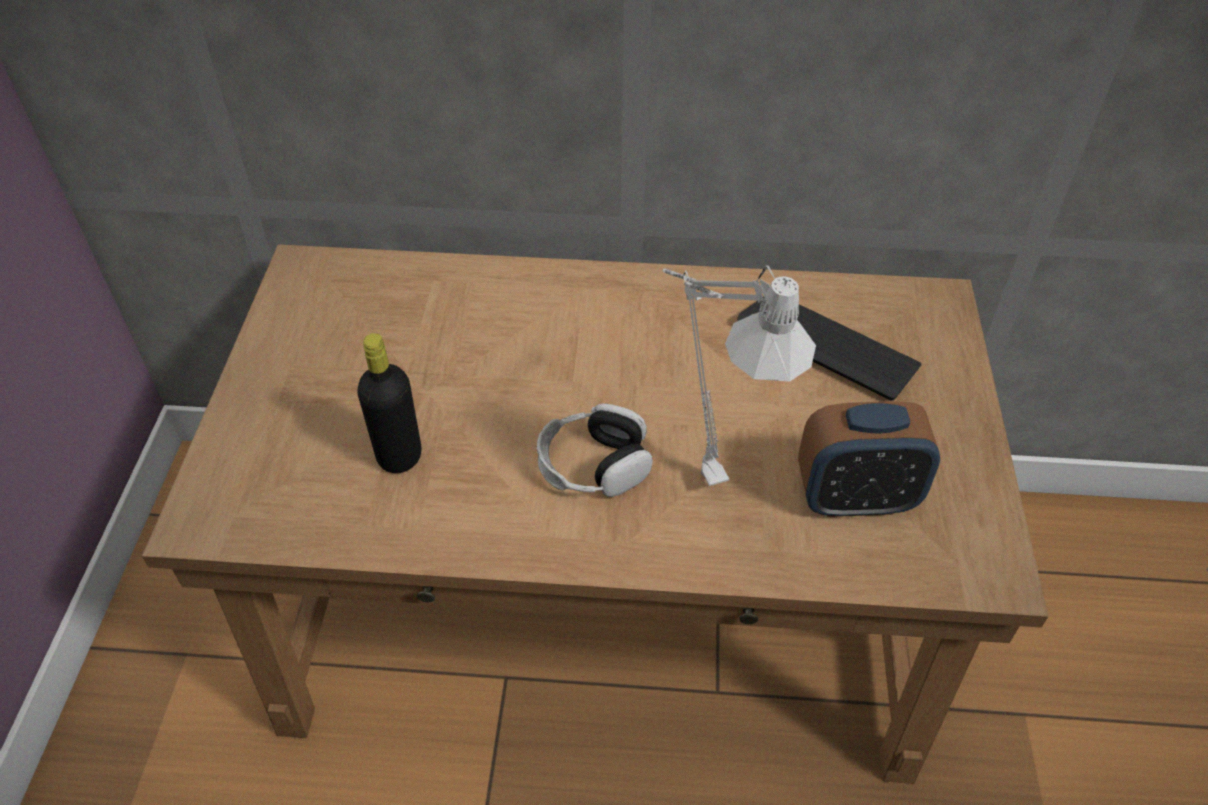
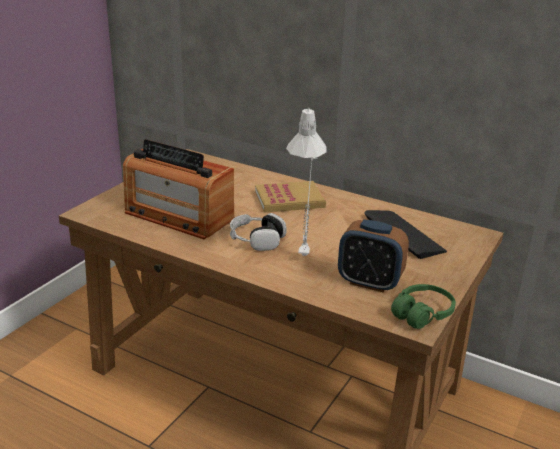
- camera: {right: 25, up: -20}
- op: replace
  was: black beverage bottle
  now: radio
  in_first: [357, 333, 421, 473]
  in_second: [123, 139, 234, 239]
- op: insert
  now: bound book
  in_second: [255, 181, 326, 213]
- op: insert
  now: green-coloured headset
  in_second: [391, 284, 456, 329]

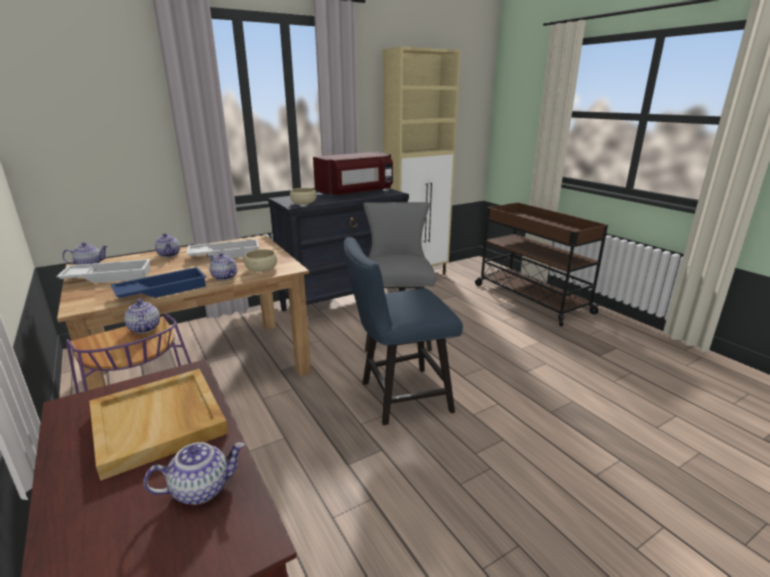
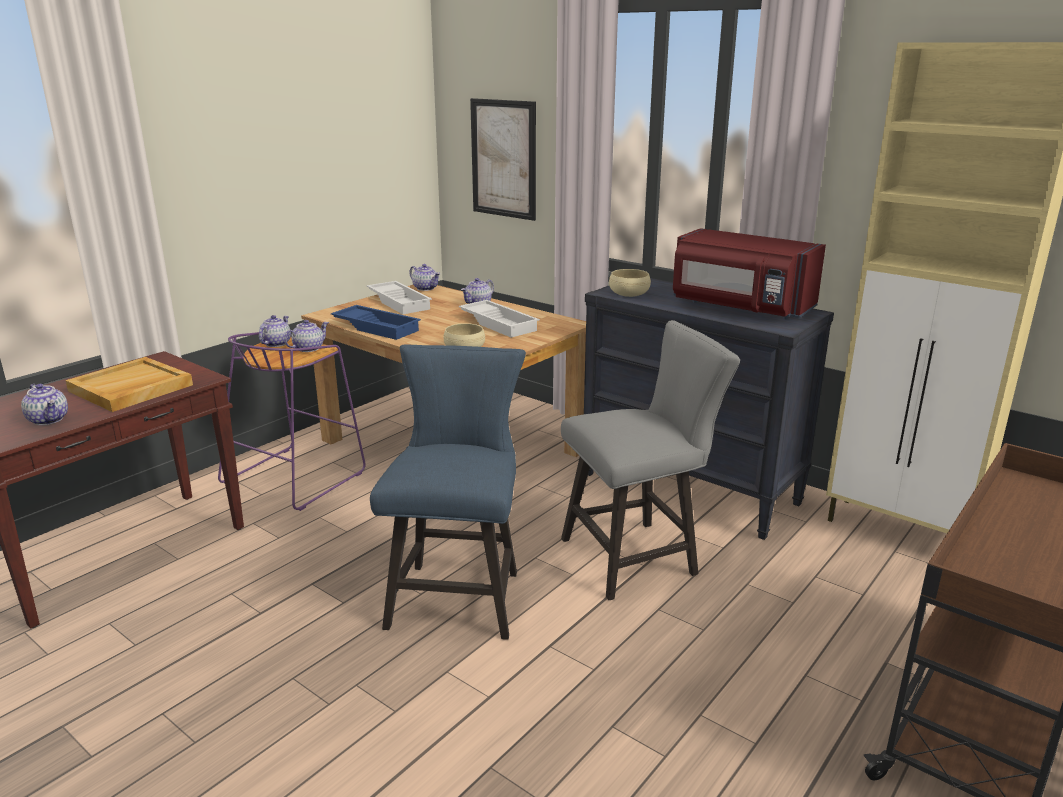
- camera: {right: 70, up: 0}
- op: rotate
  was: blue upright chair
  in_first: [344, 237, 463, 425]
  in_second: [370, 345, 526, 640]
  clockwise: 45
- op: move
  was: tea pot
  in_first: [209, 253, 237, 280]
  in_second: [259, 315, 291, 347]
- op: insert
  now: picture
  in_second: [470, 98, 536, 221]

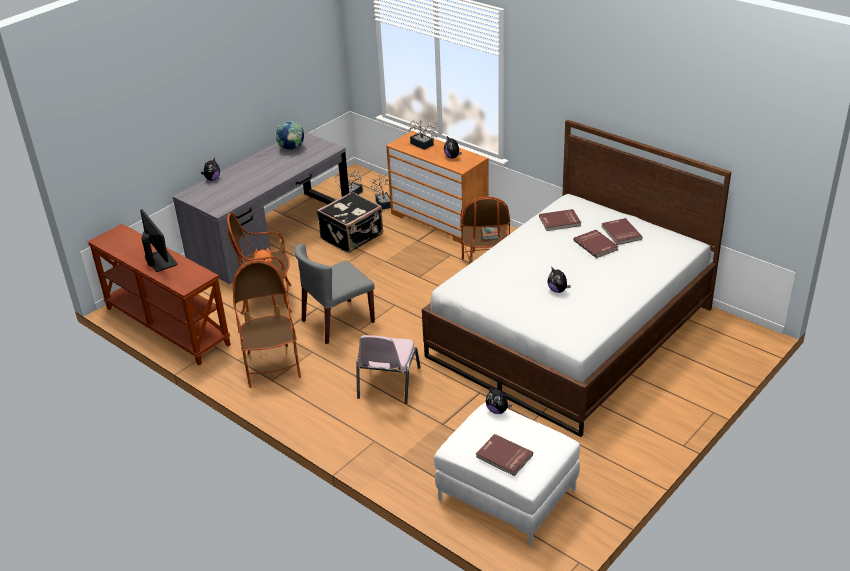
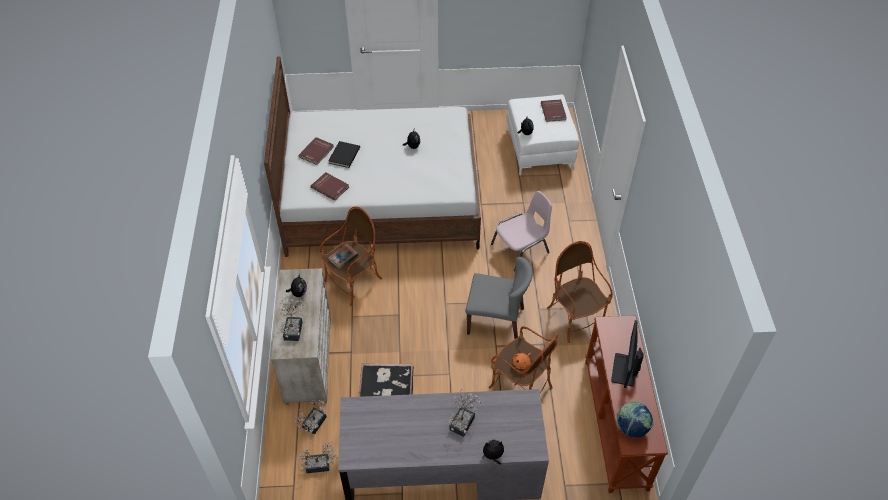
- camera: {right: -135, up: 15}
- op: move
  was: globe
  in_first: [276, 121, 304, 150]
  in_second: [617, 402, 654, 438]
- op: recolor
  was: orange-coloured chest of drawers
  now: beige chest of drawers
  in_first: [386, 131, 489, 244]
  in_second: [271, 268, 331, 405]
- op: recolor
  was: red bound book
  now: black bound book
  in_first: [574, 230, 618, 258]
  in_second: [328, 141, 360, 168]
- op: rotate
  was: armchair
  in_first: [233, 260, 301, 388]
  in_second: [547, 241, 613, 343]
  clockwise: 120
- op: insert
  now: potted plant
  in_second: [449, 389, 481, 437]

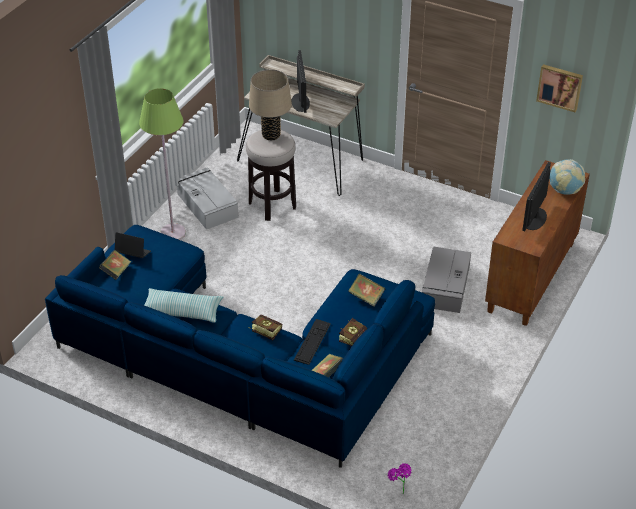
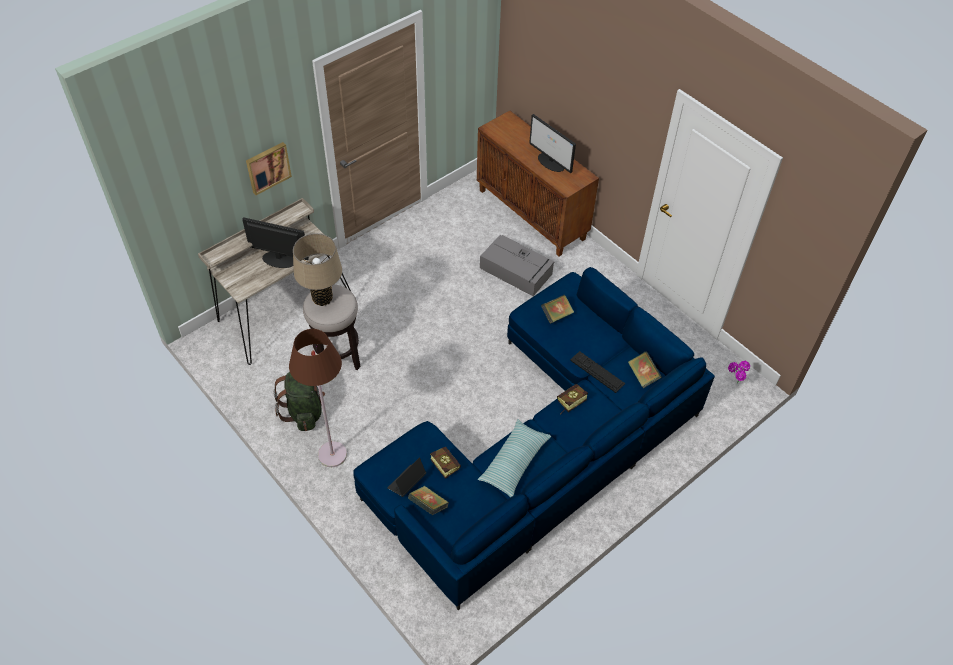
- camera: {right: -70, up: 10}
- op: move
  was: picture
  in_first: [536, 64, 583, 112]
  in_second: [246, 142, 292, 195]
- op: recolor
  was: green-coloured floor lamp
  now: brown-coloured floor lamp
  in_first: [139, 88, 186, 240]
  in_second: [289, 329, 347, 467]
- op: delete
  was: globe
  in_first: [549, 159, 585, 195]
- op: replace
  was: grey storage box
  now: green-coloured backpack
  in_first: [177, 167, 239, 230]
  in_second: [274, 372, 325, 431]
- op: move
  was: bound book
  in_first: [339, 318, 367, 346]
  in_second: [430, 447, 461, 479]

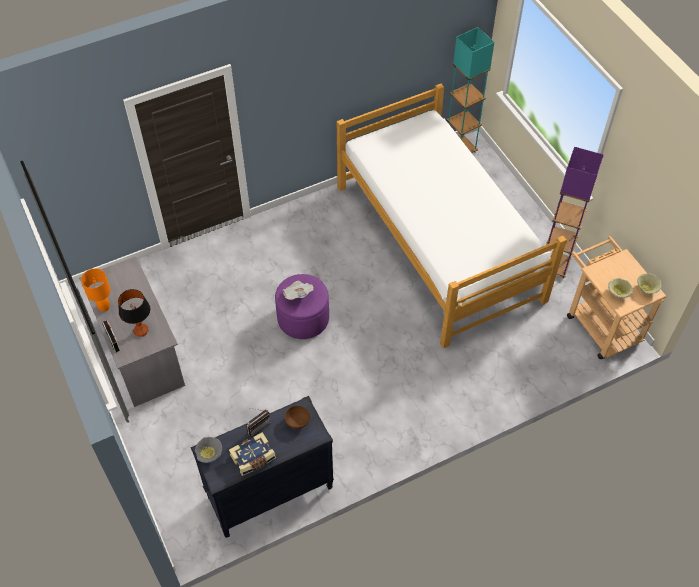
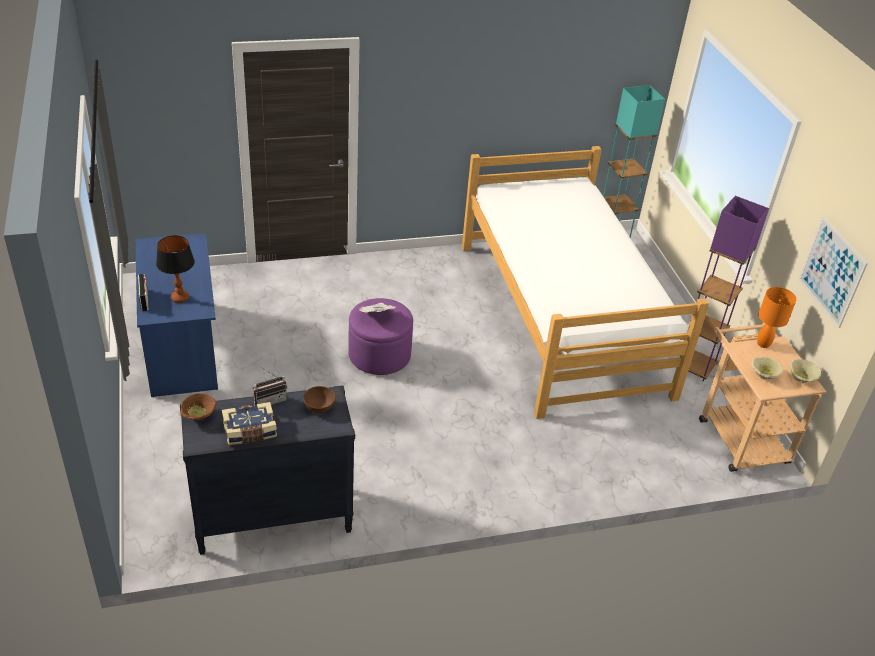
- camera: {right: 10, up: -15}
- op: recolor
  was: grey desk unit
  now: blue desk unit
  in_first: [79, 256, 185, 407]
  in_second: [135, 233, 218, 397]
- op: move
  was: orange-coloured lamp for a table
  in_first: [81, 269, 111, 312]
  in_second: [757, 287, 796, 348]
- op: recolor
  was: grey deep dish
  now: brown-coloured deep dish
  in_first: [195, 437, 222, 463]
  in_second: [180, 393, 216, 421]
- op: insert
  now: picture
  in_second: [798, 216, 868, 328]

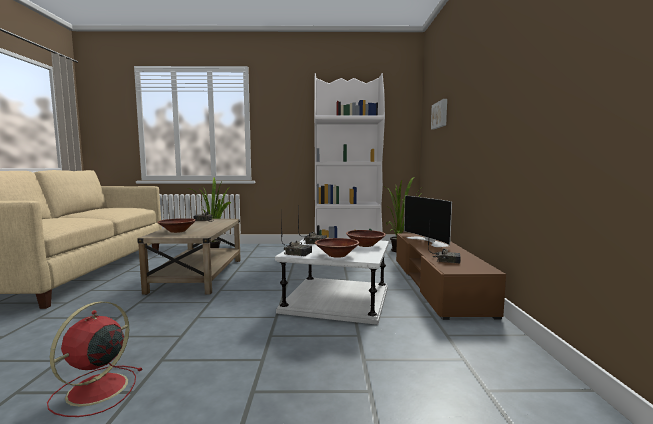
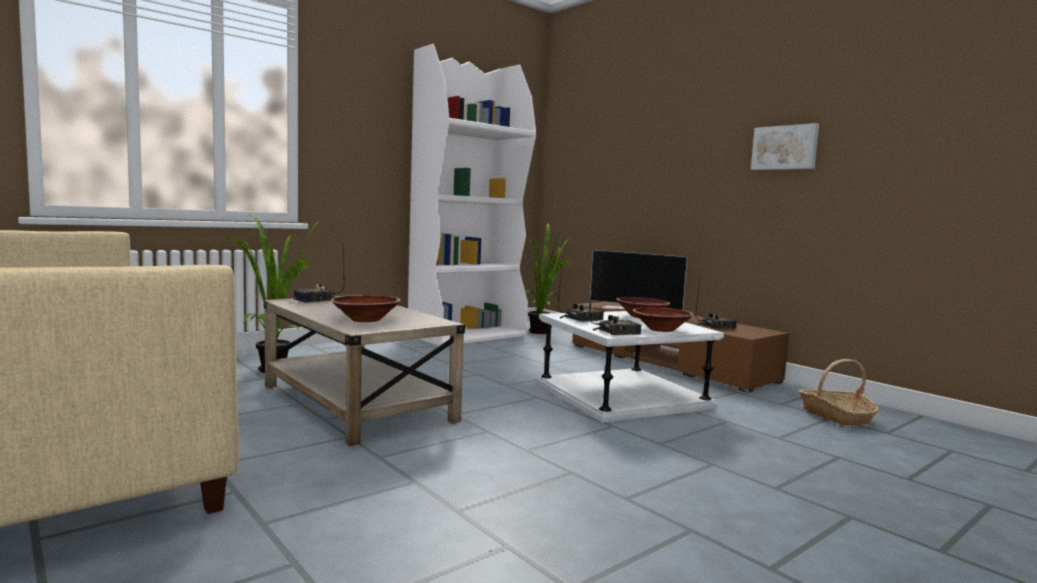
- camera: {right: -40, up: 0}
- op: move
  was: picture
  in_first: [431, 99, 447, 129]
  in_second: [751, 123, 819, 170]
- op: delete
  was: red electric fan
  in_first: [47, 301, 142, 417]
- op: insert
  now: storage basket
  in_second: [799, 359, 879, 425]

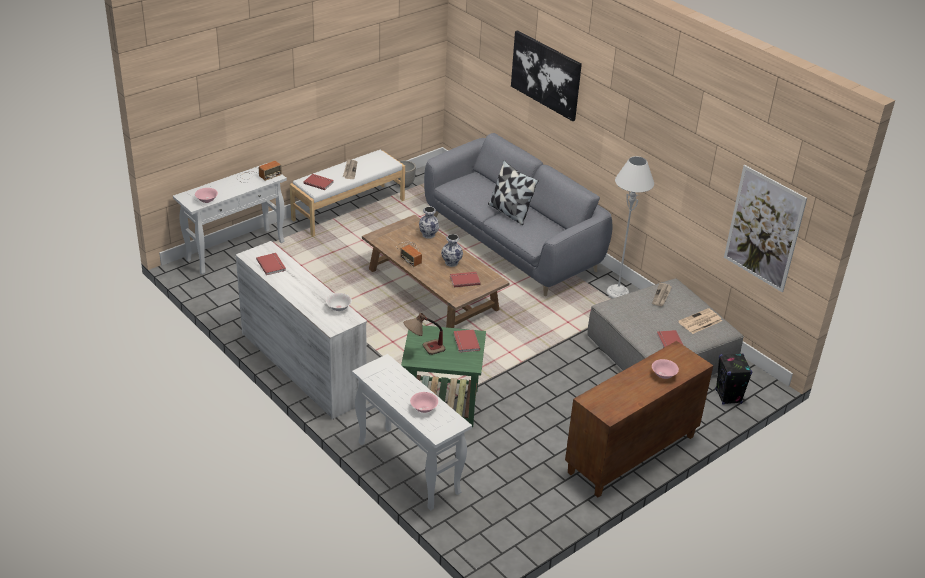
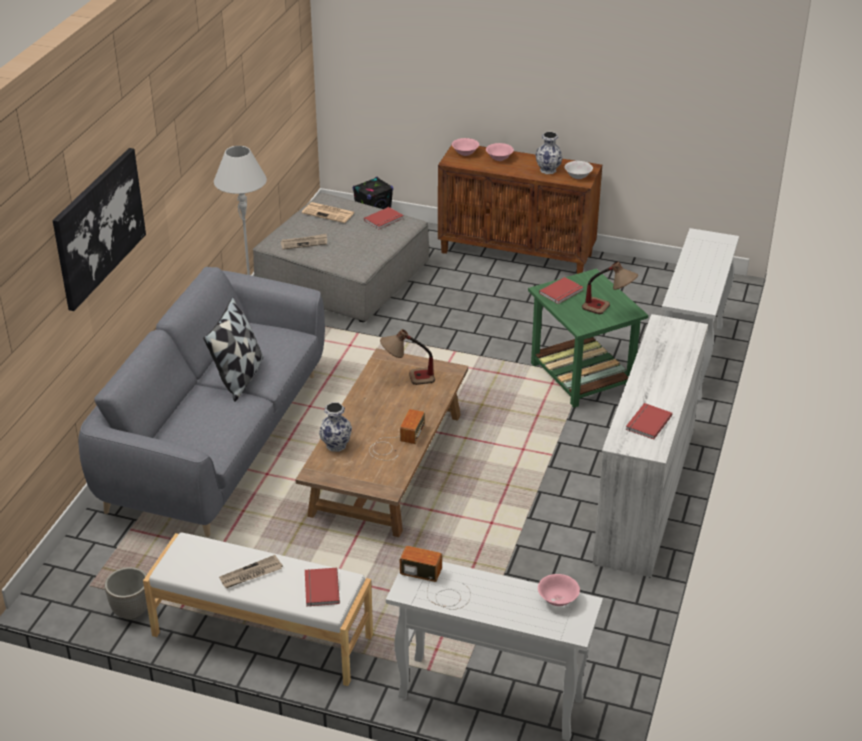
- camera: {right: -120, up: 0}
- op: delete
  was: picture
  in_first: [724, 165, 807, 292]
- op: move
  was: flower vase
  in_first: [441, 234, 463, 267]
  in_second: [535, 132, 563, 174]
- op: replace
  was: red bound book
  now: lamp for a table
  in_first: [450, 272, 481, 287]
  in_second: [380, 329, 435, 385]
- op: move
  was: white-coloured deep dish
  in_first: [326, 293, 352, 311]
  in_second: [565, 161, 593, 179]
- op: move
  was: pink deep dish
  in_first: [410, 392, 438, 413]
  in_second: [452, 138, 479, 156]

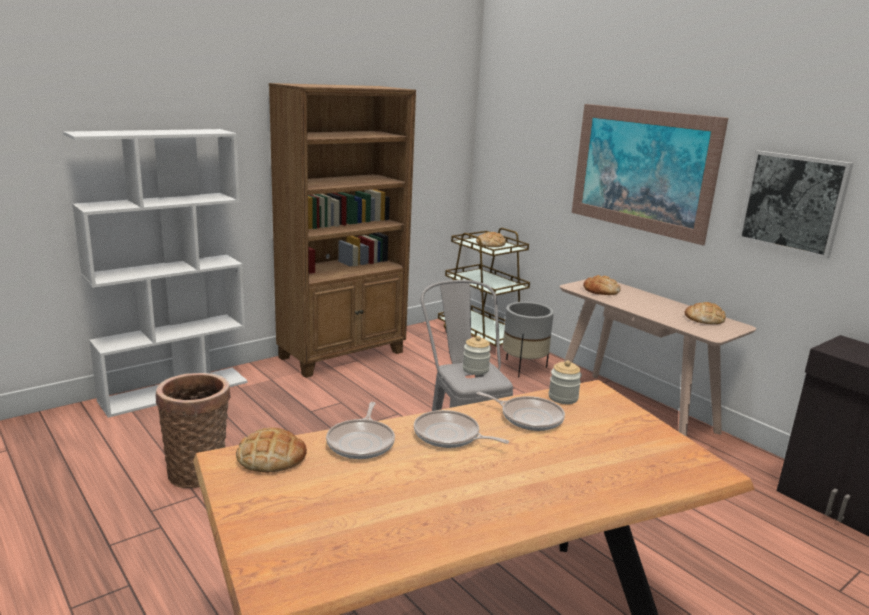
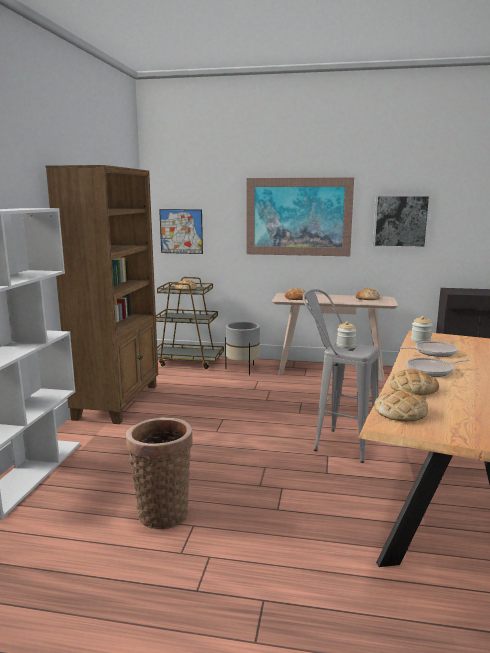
- camera: {right: -40, up: -5}
- op: replace
  was: frying pan
  now: bakery bread
  in_first: [326, 402, 395, 459]
  in_second: [389, 369, 439, 395]
- op: insert
  now: picture
  in_second: [159, 209, 203, 254]

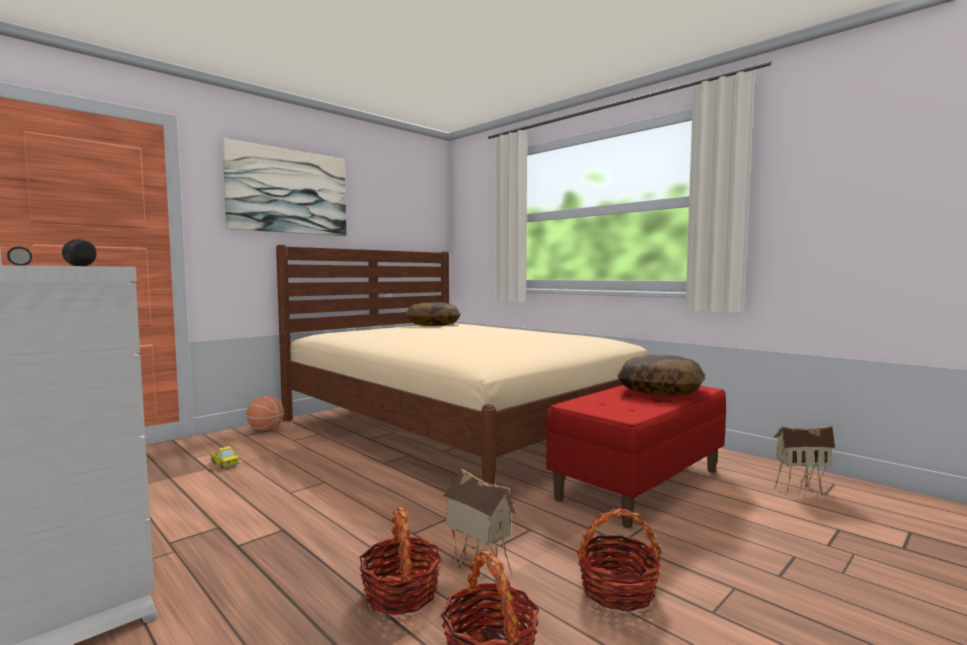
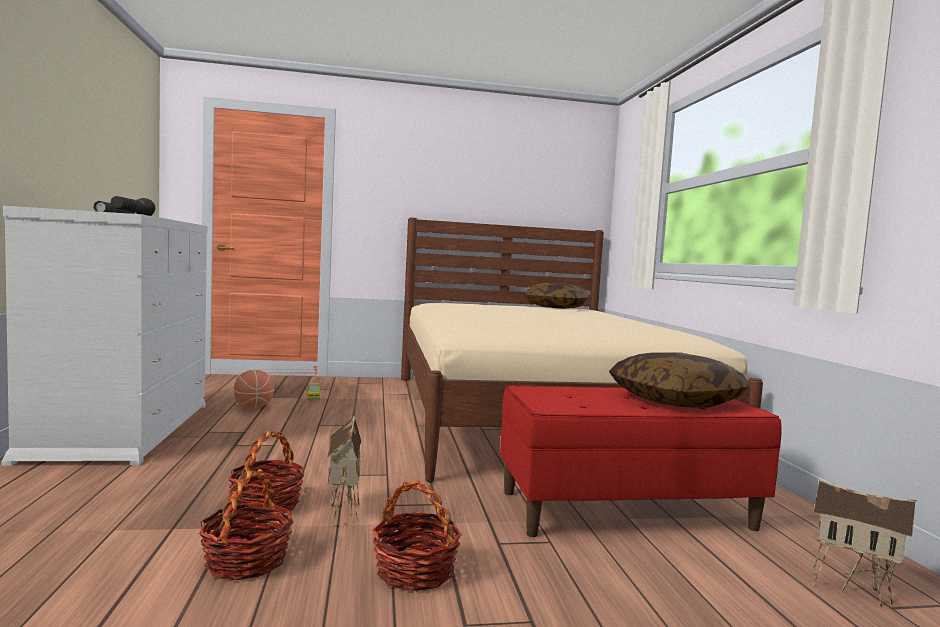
- camera: {right: 35, up: 0}
- op: delete
  was: picture
  in_first: [222, 138, 346, 236]
- op: move
  was: ball for basketball
  in_first: [246, 396, 284, 431]
  in_second: [234, 370, 274, 408]

